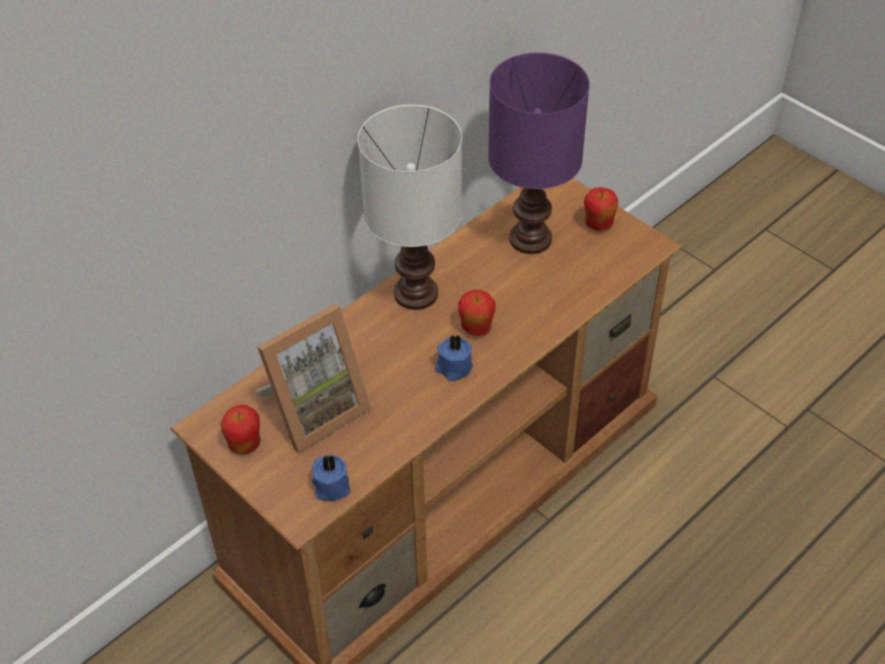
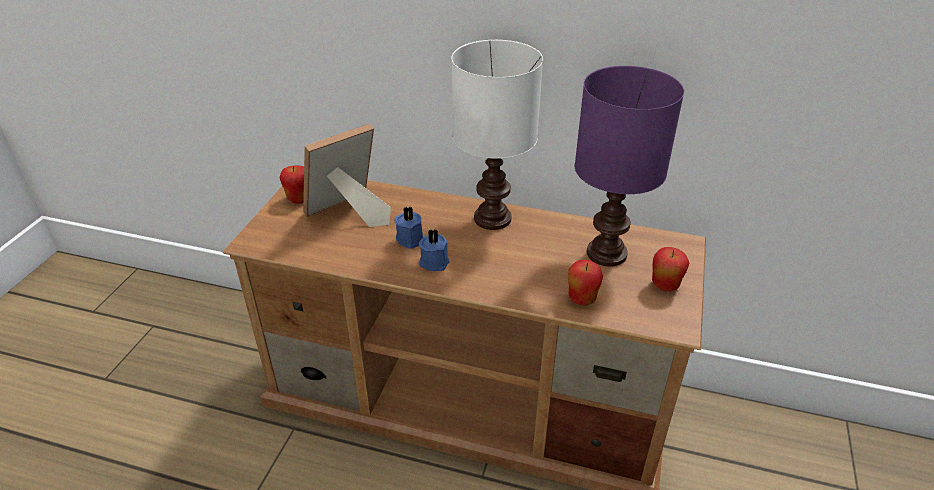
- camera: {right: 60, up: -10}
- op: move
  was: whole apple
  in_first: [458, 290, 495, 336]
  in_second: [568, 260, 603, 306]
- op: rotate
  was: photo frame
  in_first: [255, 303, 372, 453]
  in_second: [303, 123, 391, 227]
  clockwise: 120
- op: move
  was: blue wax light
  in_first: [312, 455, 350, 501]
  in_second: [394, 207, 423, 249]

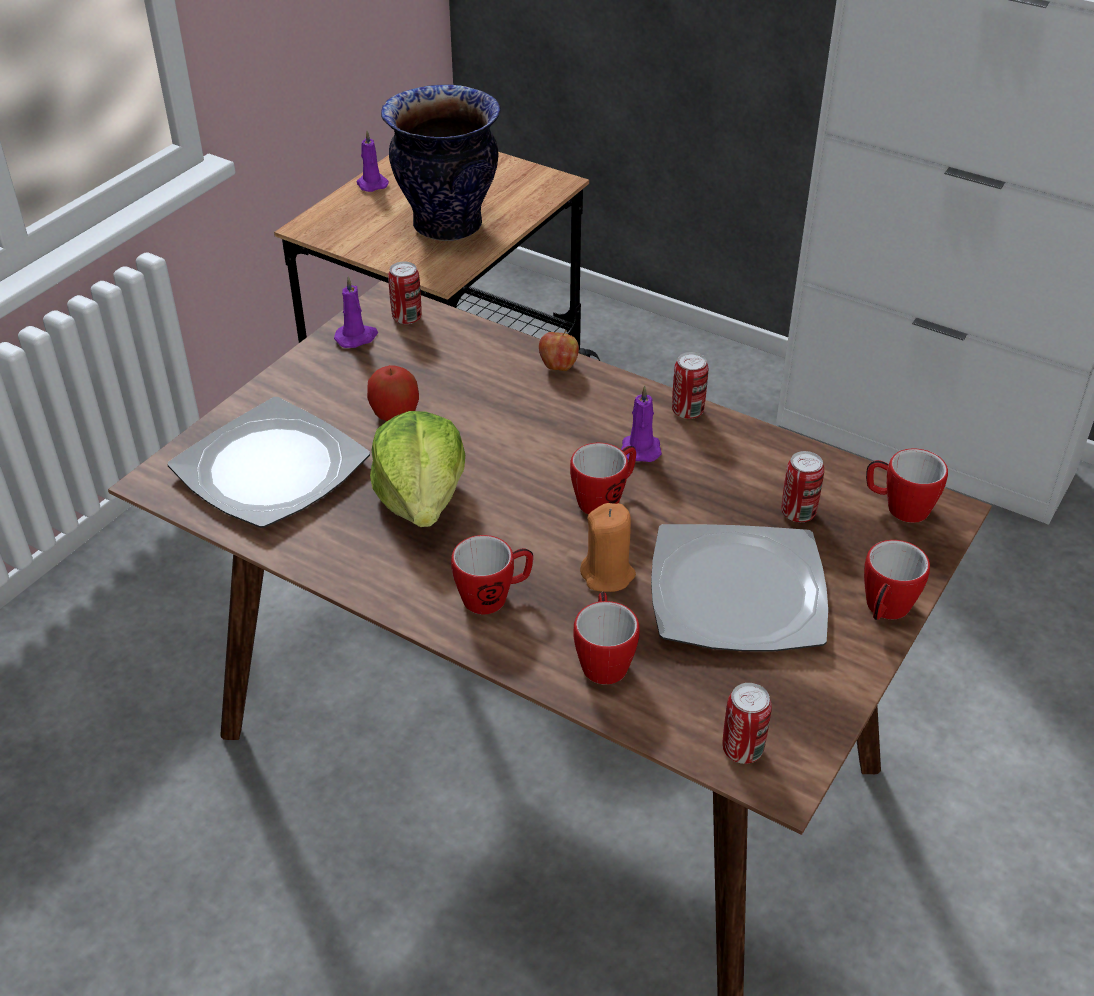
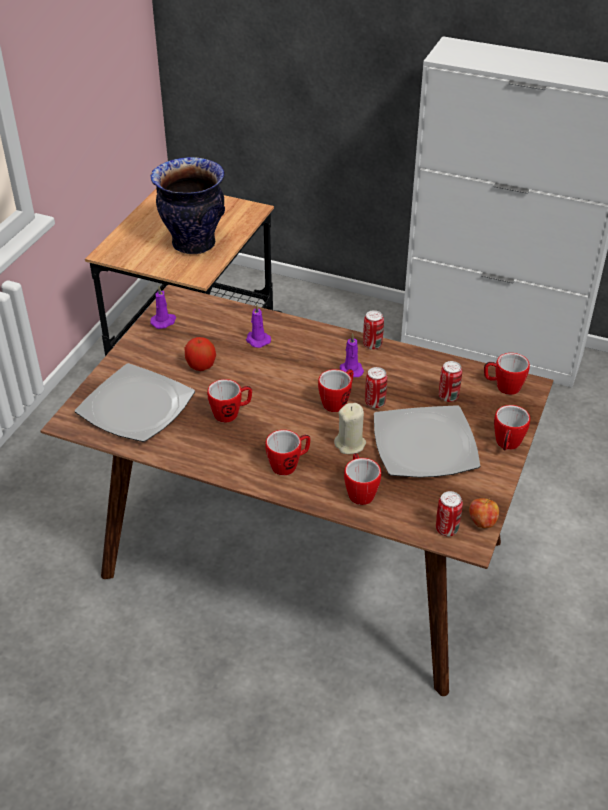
- camera: {right: -10, up: 0}
- op: move
  was: purplish wax light
  in_first: [357, 130, 389, 192]
  in_second: [246, 304, 271, 348]
- op: move
  was: sealed can
  in_first: [388, 262, 422, 324]
  in_second: [365, 367, 387, 408]
- op: move
  was: whole apple
  in_first: [539, 330, 579, 371]
  in_second: [469, 498, 499, 528]
- op: replace
  was: lettuce
  now: mug
  in_first: [370, 411, 465, 527]
  in_second: [207, 379, 252, 423]
- op: recolor
  was: orange-coloured wax light
  now: beige wax light
  in_first: [580, 503, 636, 592]
  in_second: [334, 403, 366, 454]

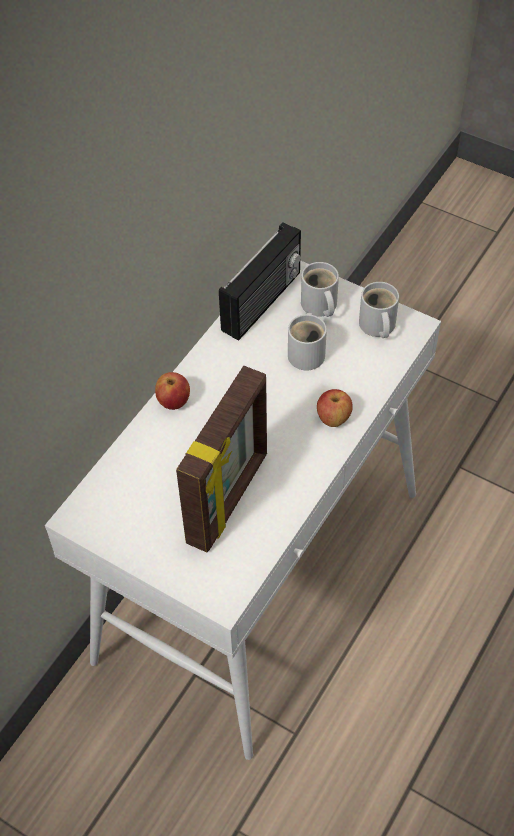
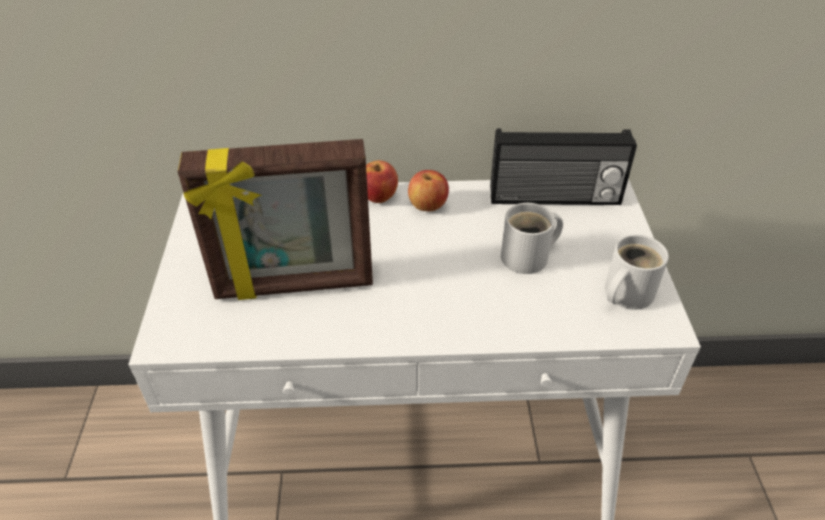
- camera: {right: 55, up: -10}
- op: delete
  was: white-coloured mug
  in_first: [301, 262, 339, 317]
- op: move
  was: whole apple
  in_first: [317, 389, 353, 427]
  in_second: [408, 170, 449, 211]

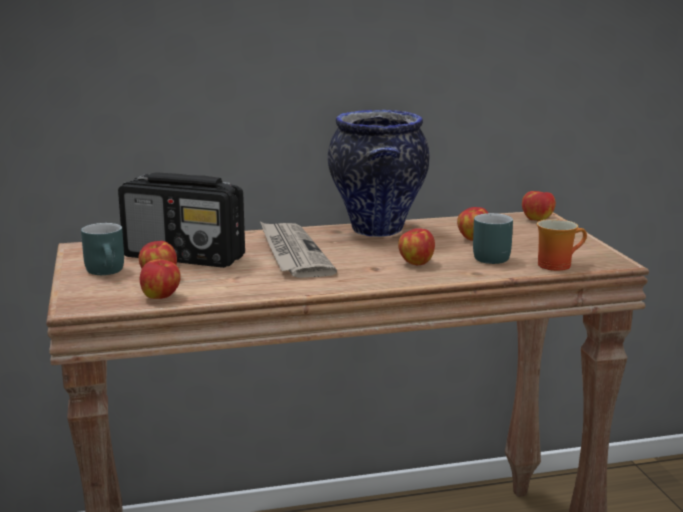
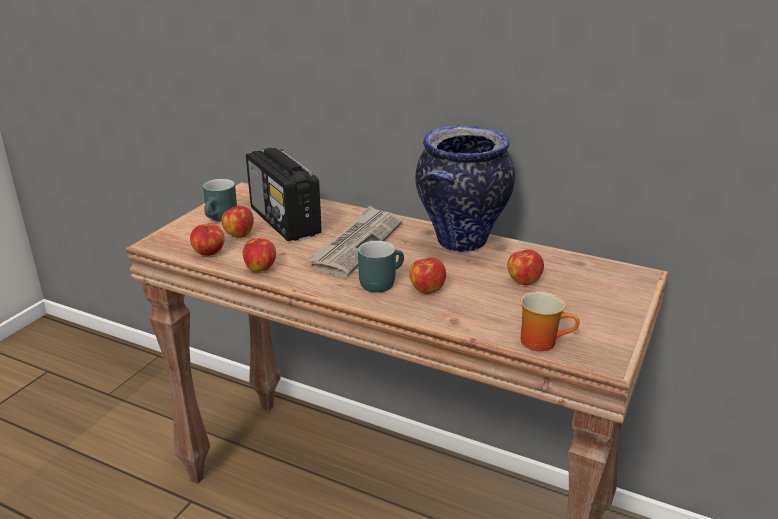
- camera: {right: 40, up: 10}
- op: move
  was: whole apple
  in_first: [522, 191, 556, 221]
  in_second: [243, 238, 276, 272]
- op: move
  was: turquoise-coloured mug
  in_first: [473, 213, 513, 264]
  in_second: [358, 241, 404, 293]

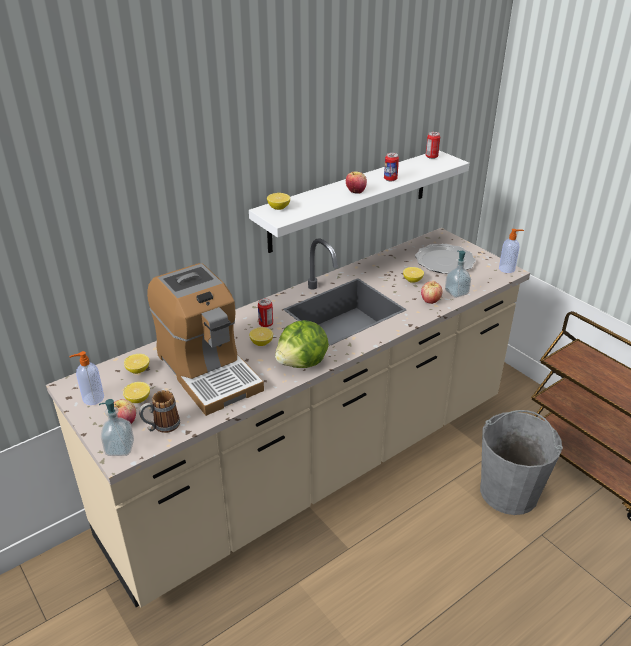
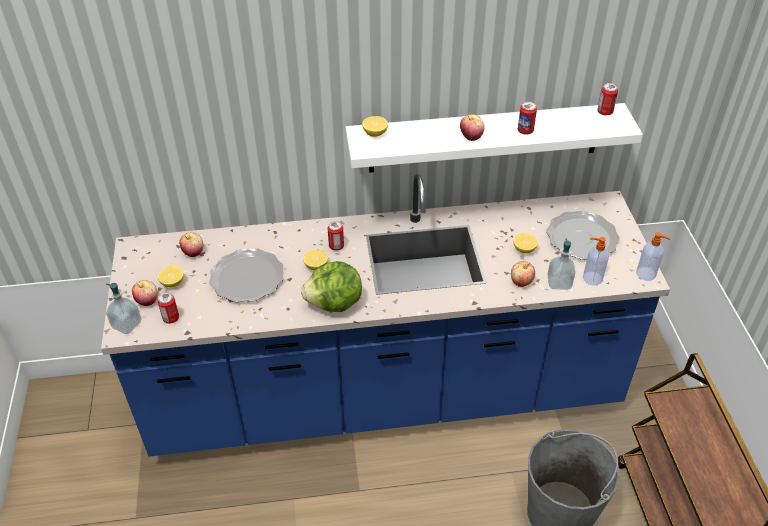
- camera: {right: 30, up: 10}
- op: recolor
  was: beige kitchen base unit
  now: blue kitchen base unit
  in_first: [46, 228, 530, 608]
  in_second: [101, 174, 670, 457]
- op: replace
  was: coffee brewer
  now: dinner plate
  in_first: [147, 263, 264, 416]
  in_second: [209, 248, 284, 302]
- op: move
  was: soap bottle
  in_first: [69, 351, 104, 405]
  in_second: [583, 237, 609, 286]
- op: replace
  was: lemon
  now: whole apple
  in_first: [124, 354, 149, 374]
  in_second: [179, 232, 203, 257]
- op: replace
  was: mug
  now: sealed can
  in_first: [139, 390, 180, 433]
  in_second: [157, 292, 179, 324]

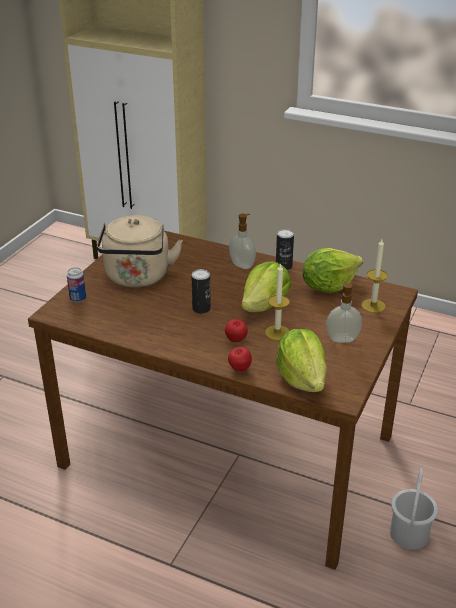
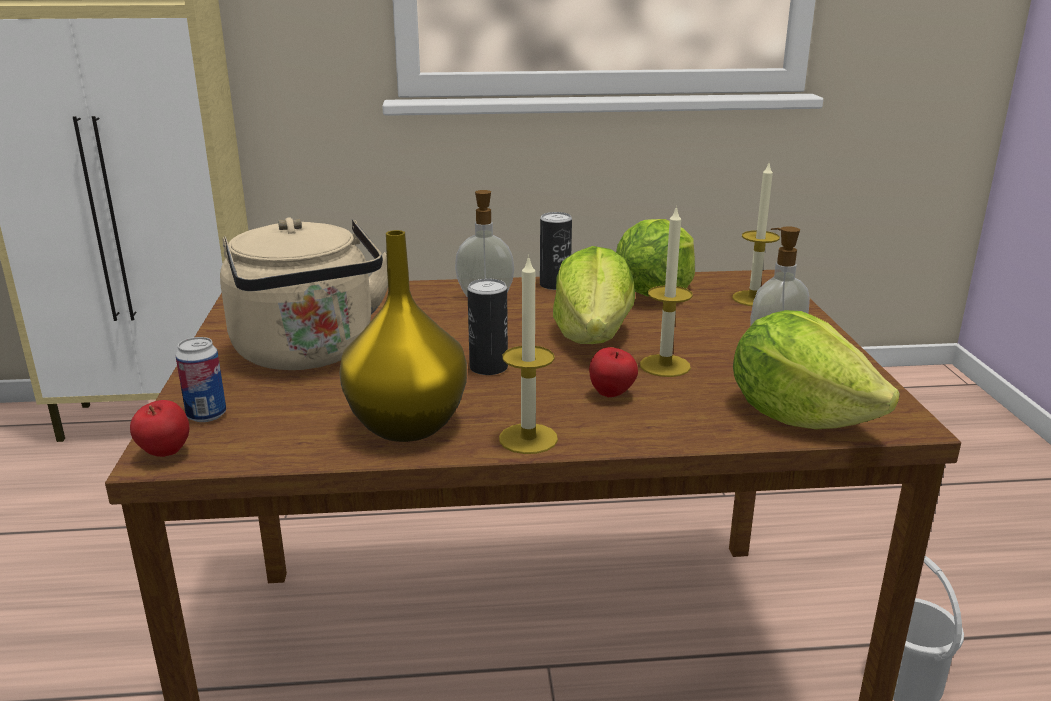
- camera: {right: -30, up: -10}
- op: move
  was: whole apple
  in_first: [228, 347, 252, 372]
  in_second: [130, 400, 189, 457]
- op: insert
  now: yellowish flower vase
  in_second: [339, 230, 467, 442]
- op: insert
  now: wax light
  in_second: [499, 255, 558, 454]

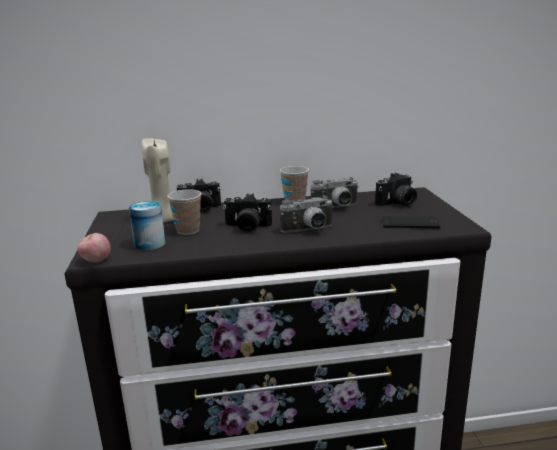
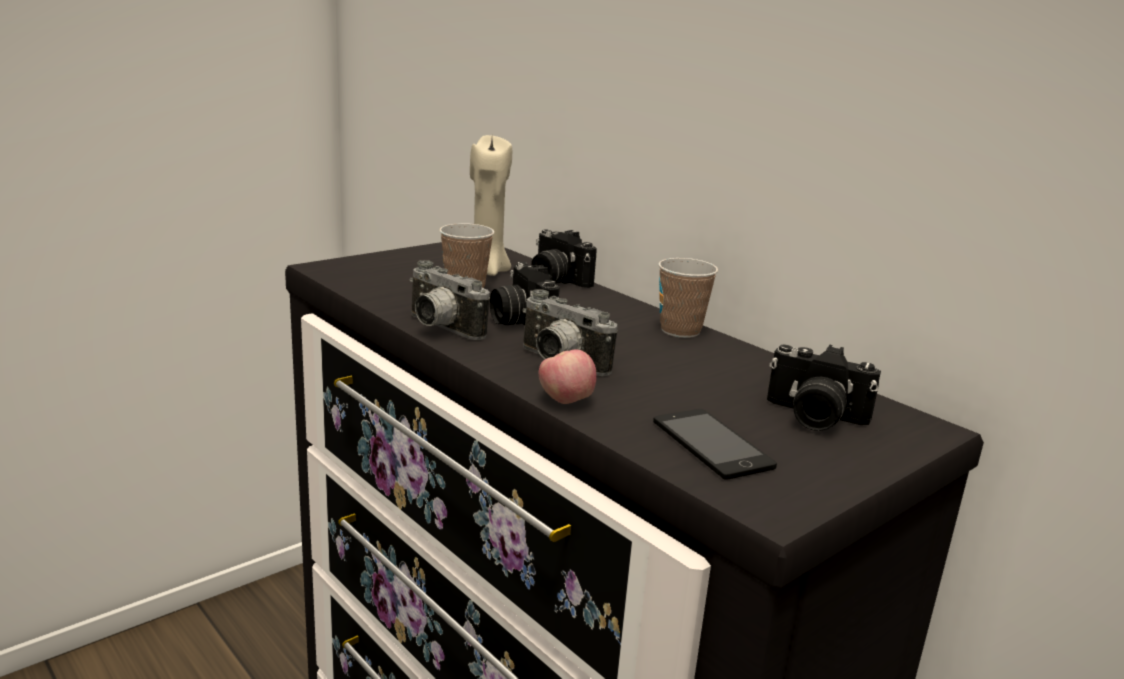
- camera: {right: 55, up: 0}
- op: move
  was: photo camera
  in_first: [311, 177, 359, 208]
  in_second: [410, 260, 490, 340]
- op: delete
  was: sealed can
  in_first: [129, 201, 165, 250]
- op: move
  was: whole apple
  in_first: [77, 233, 111, 262]
  in_second: [539, 349, 597, 404]

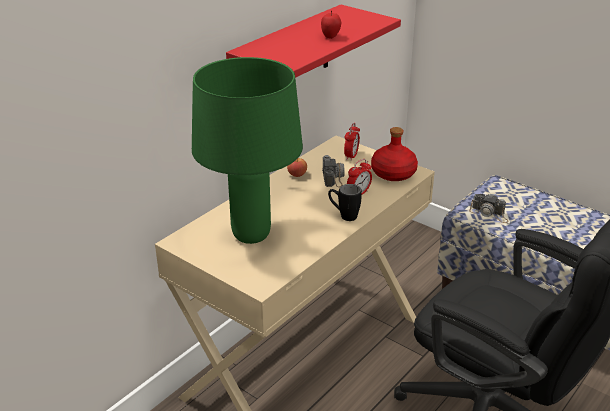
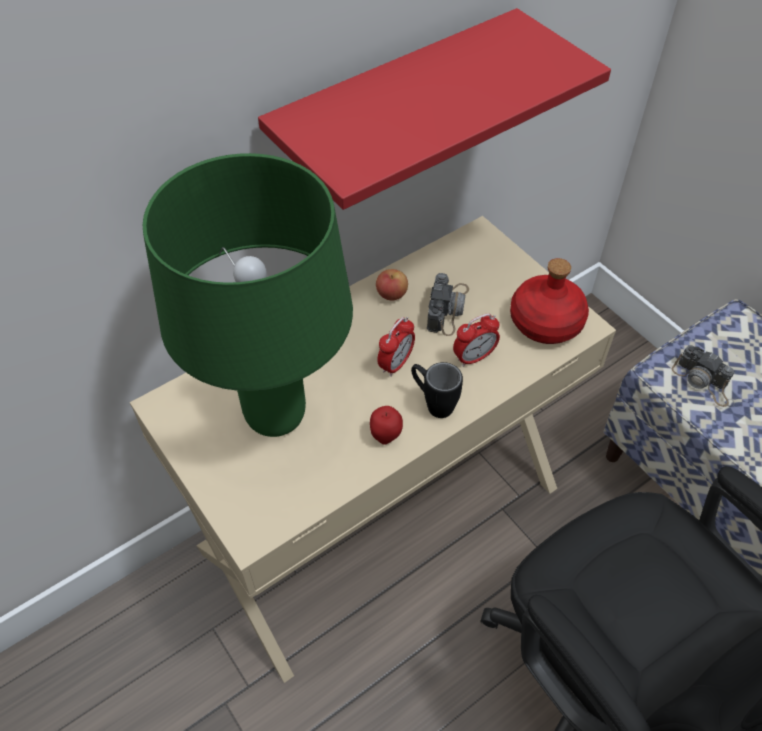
- camera: {right: 15, up: 20}
- op: move
  was: whole apple
  in_first: [321, 11, 341, 39]
  in_second: [370, 406, 403, 445]
- op: move
  was: alarm clock
  in_first: [344, 123, 360, 161]
  in_second: [377, 317, 415, 377]

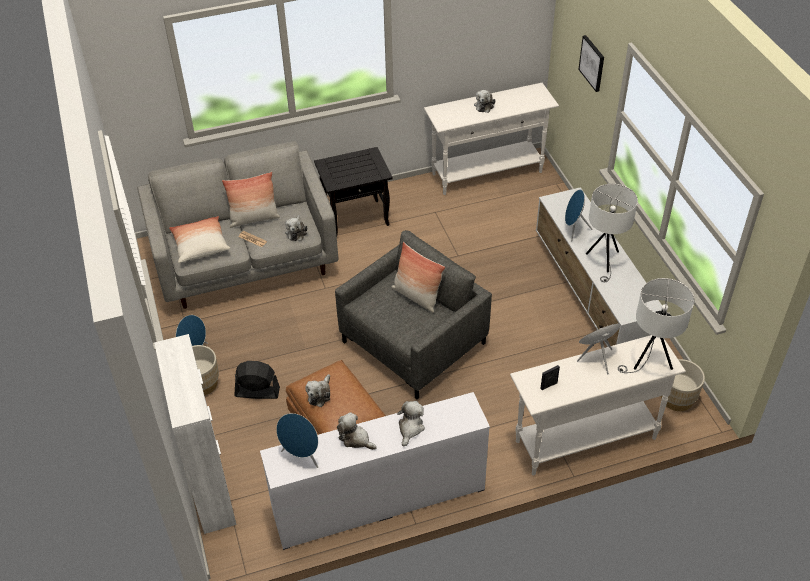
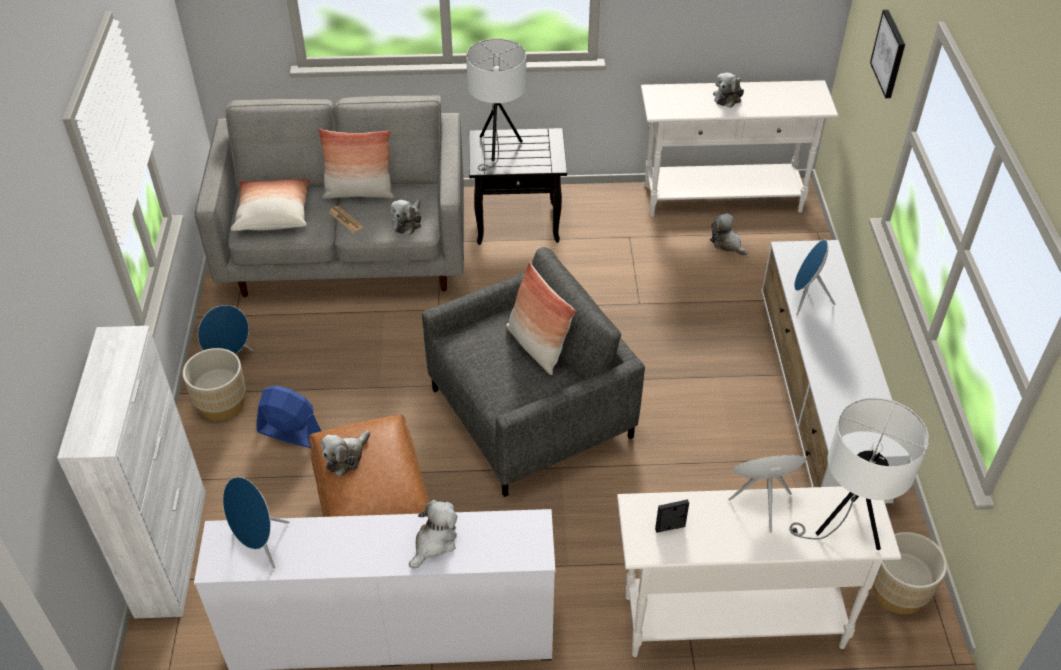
- camera: {right: 15, up: 0}
- op: move
  was: white-coloured lamp for a table
  in_first: [586, 184, 638, 282]
  in_second: [466, 38, 526, 171]
- op: recolor
  was: black electric fan
  now: blue electric fan
  in_first: [235, 361, 280, 399]
  in_second: [256, 386, 321, 448]
- op: move
  was: plush toy
  in_first: [337, 412, 377, 450]
  in_second: [710, 213, 748, 256]

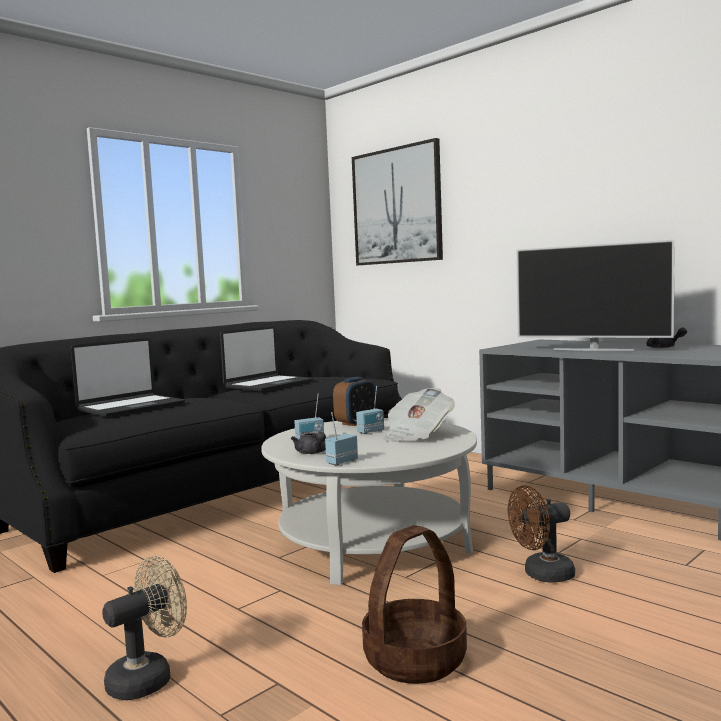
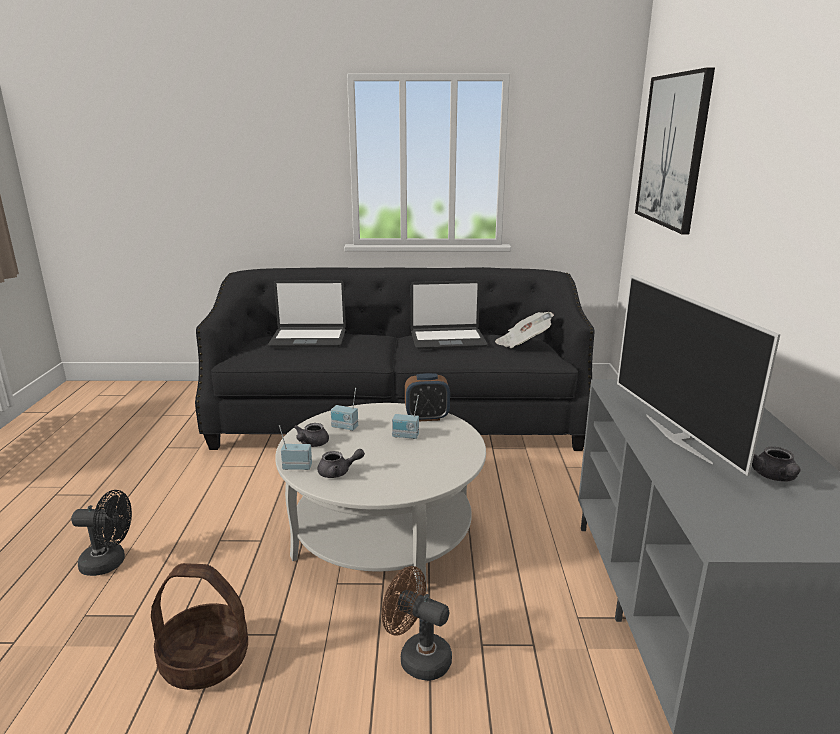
- camera: {right: 45, up: 15}
- op: move
  was: printed paper
  in_first: [384, 388, 455, 442]
  in_second: [495, 312, 554, 348]
- op: recolor
  was: beige electric fan
  now: black electric fan
  in_first: [102, 556, 187, 700]
  in_second: [71, 490, 132, 576]
- op: insert
  now: grey tea pot
  in_second: [318, 449, 365, 478]

